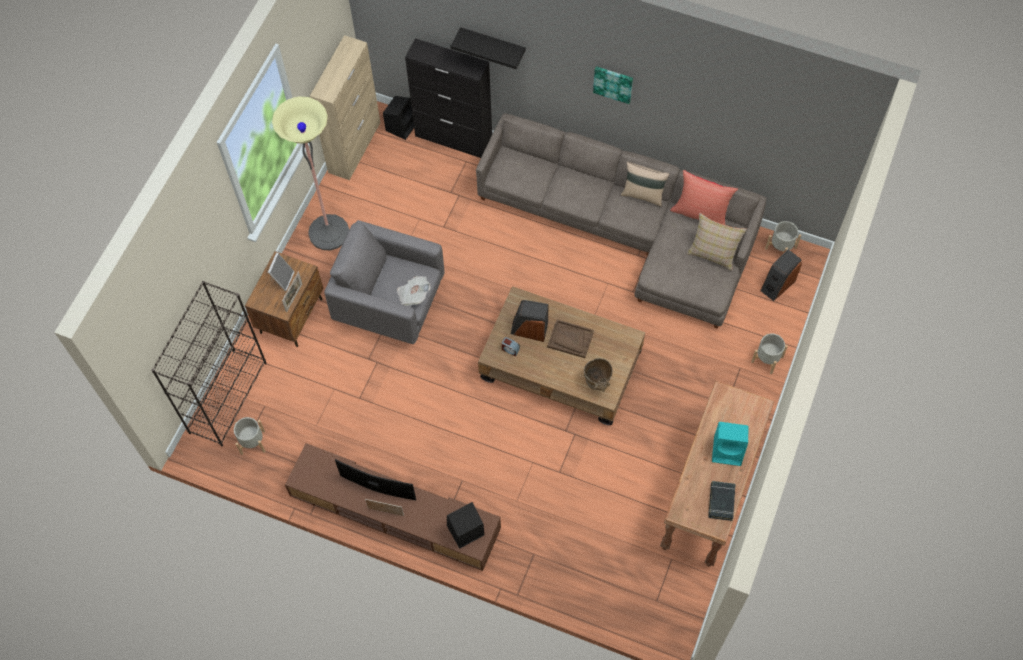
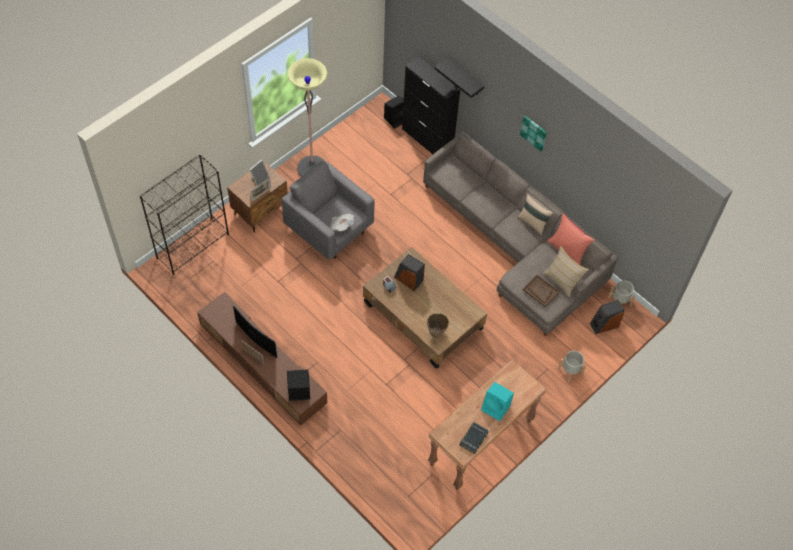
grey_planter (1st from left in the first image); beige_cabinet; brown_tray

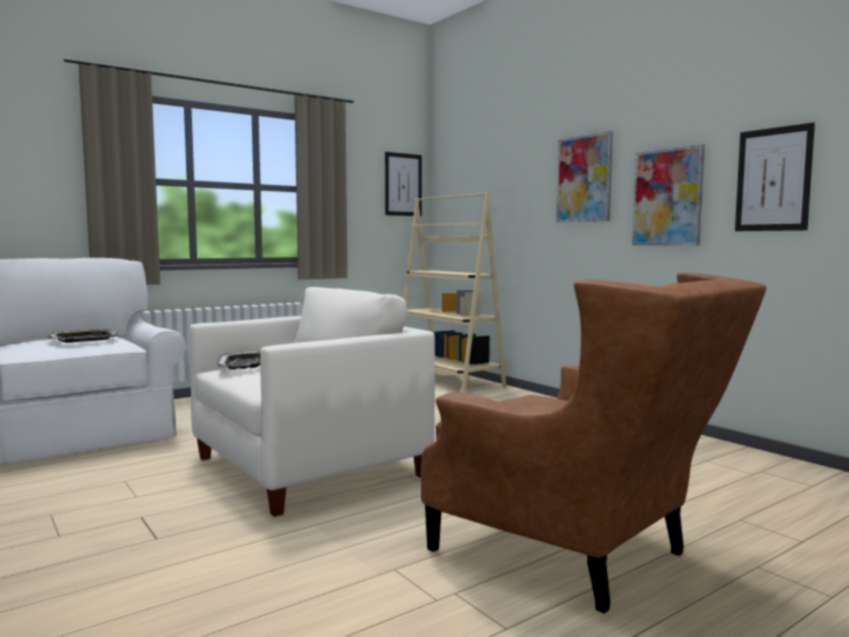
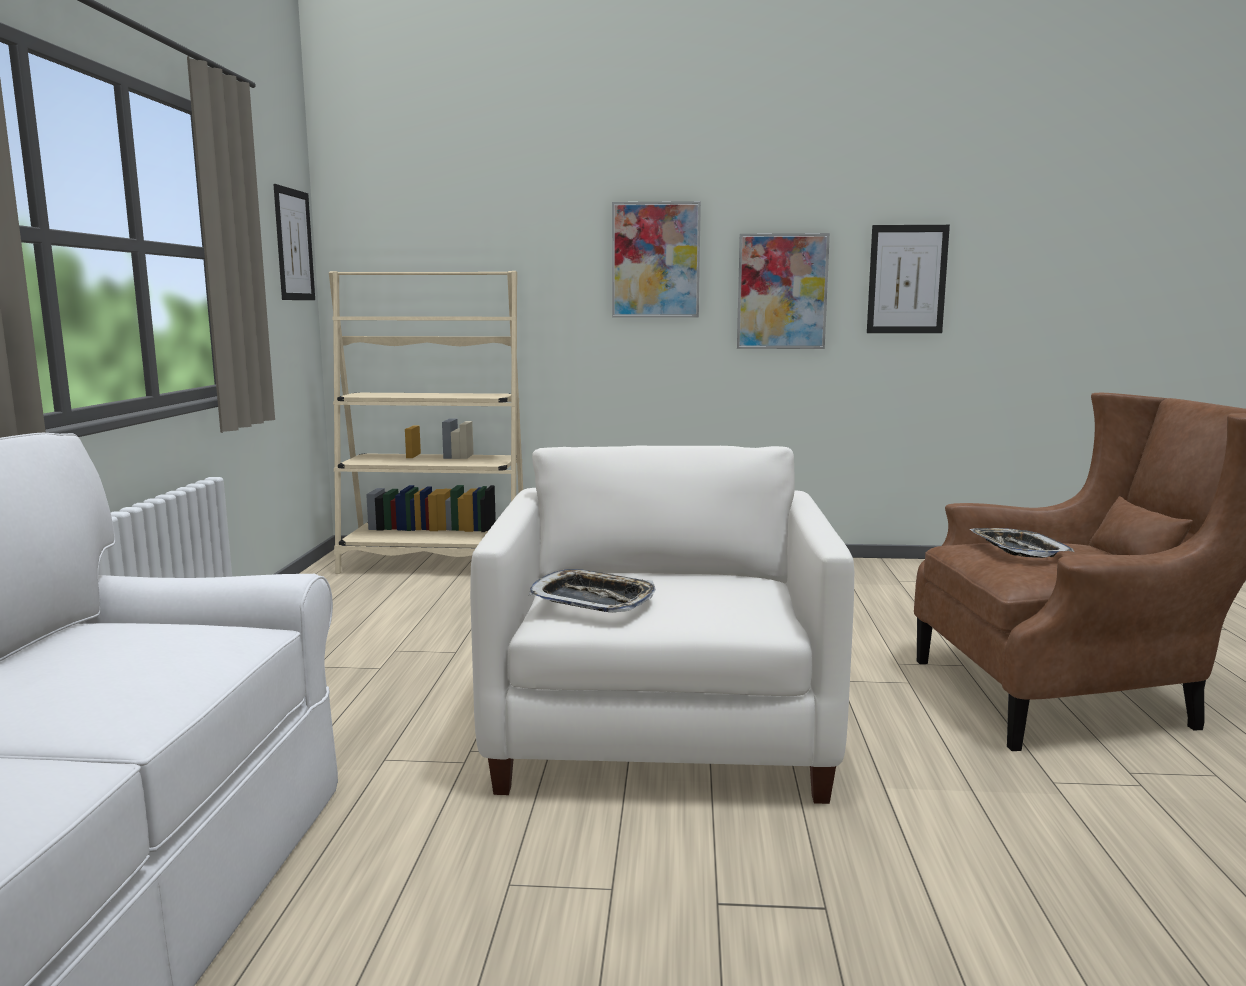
tray (2nd from left)

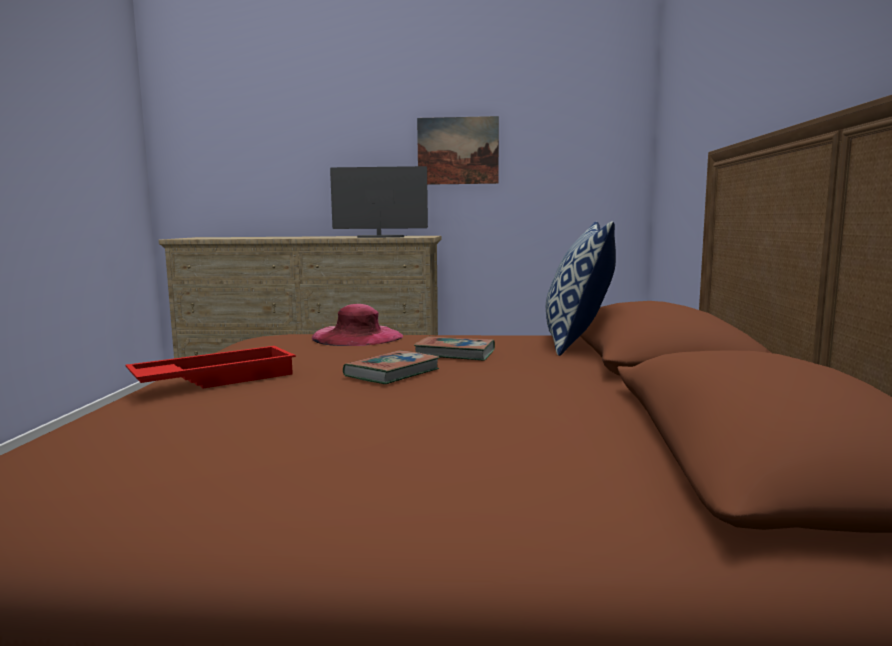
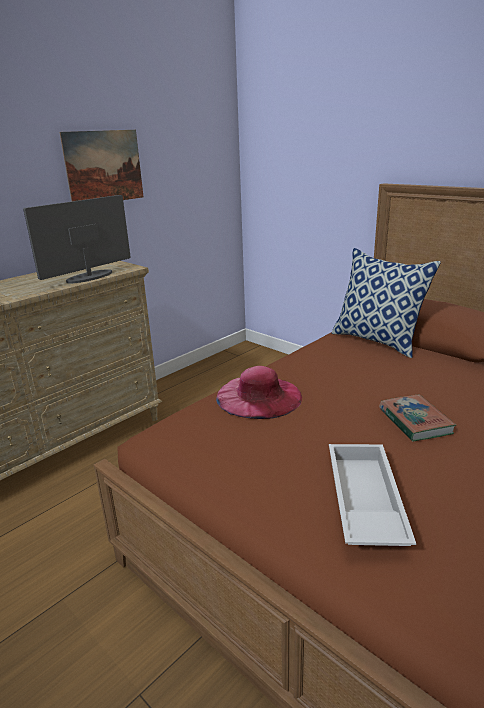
book (2nd from left in the first image); white_tray

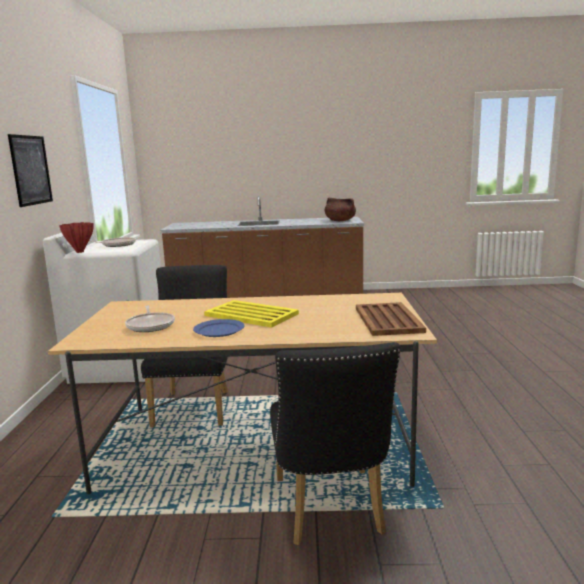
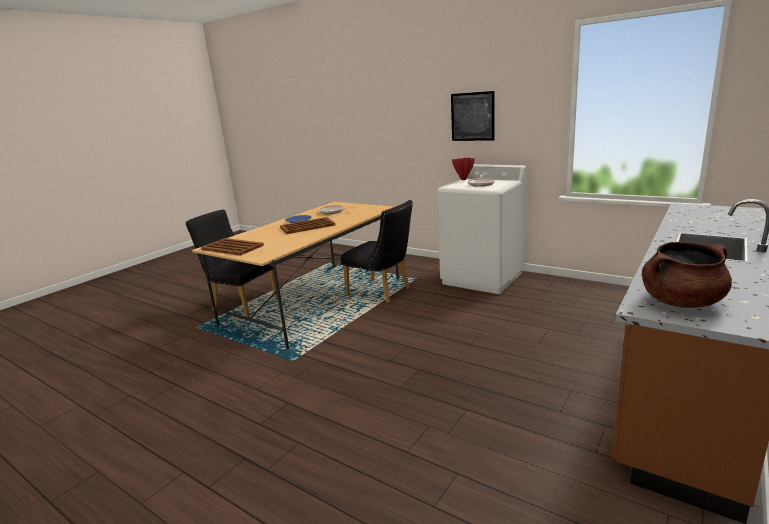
brown_tray (2nd from left)

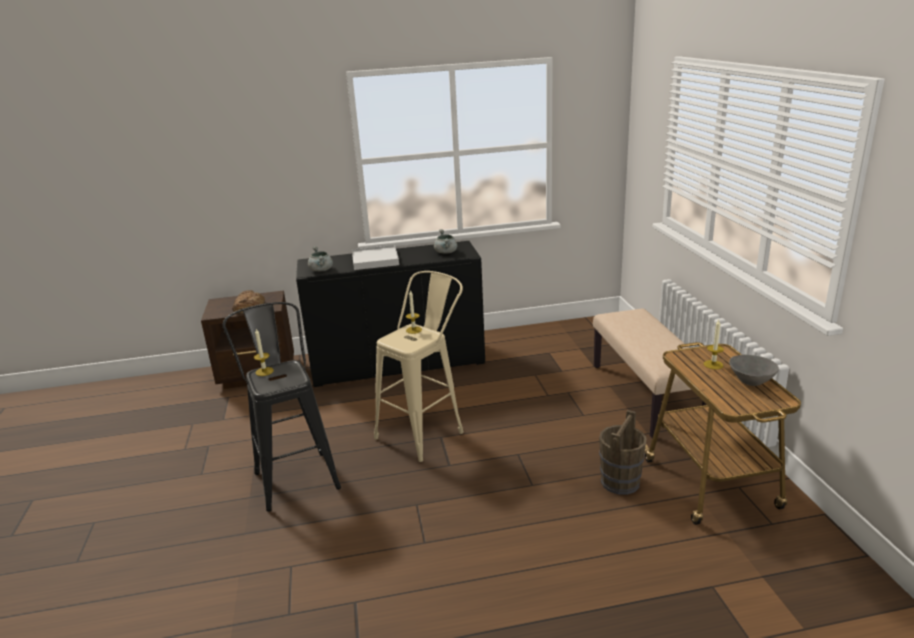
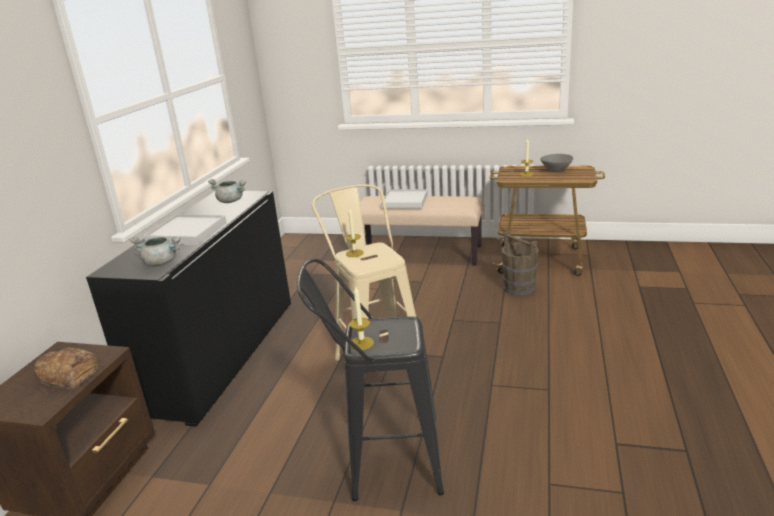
white_tray (2nd from left)

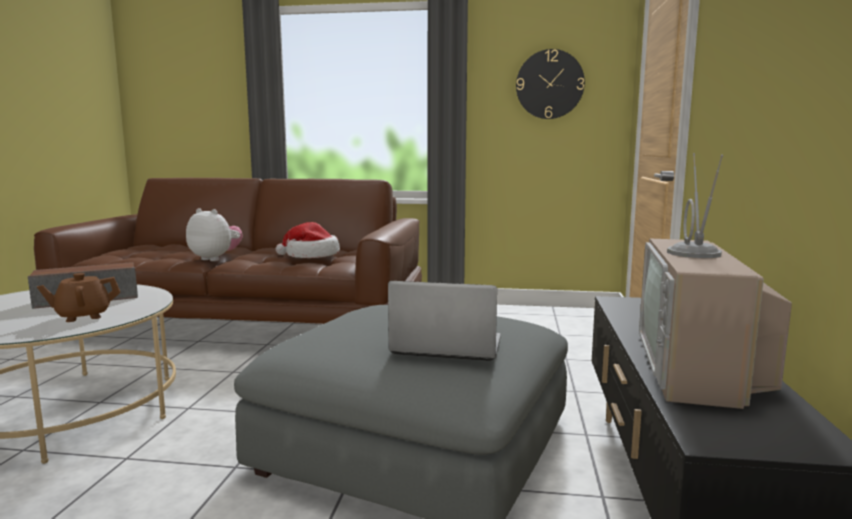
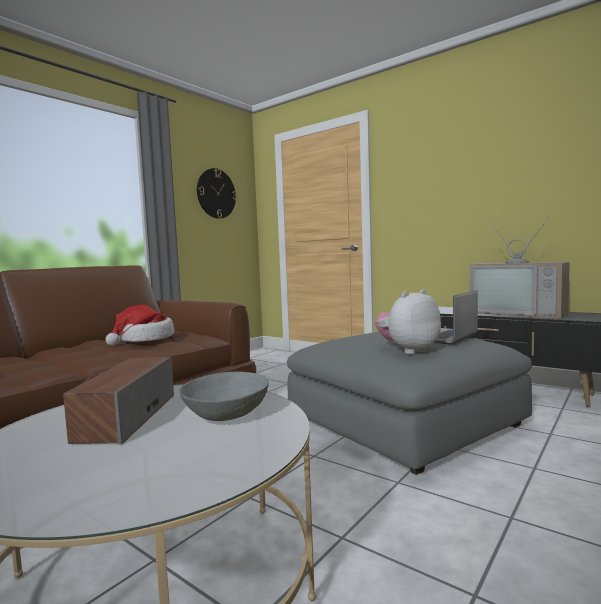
plush_toy; grey_bowl

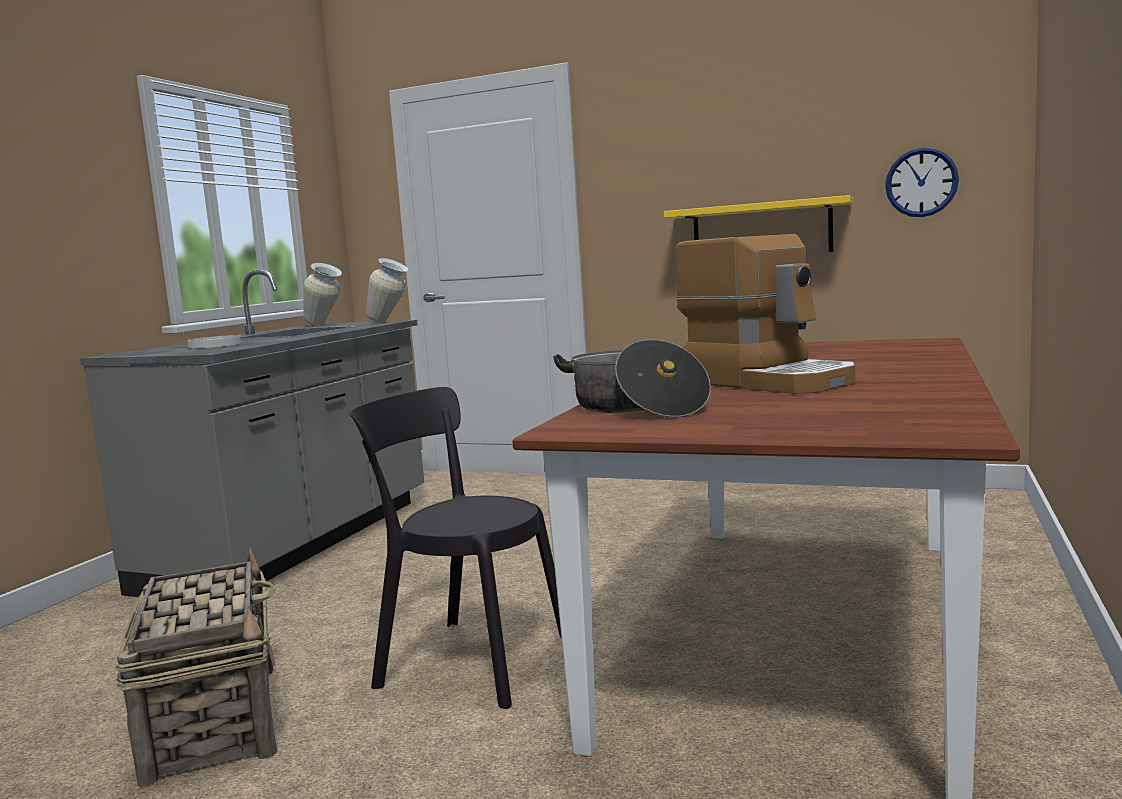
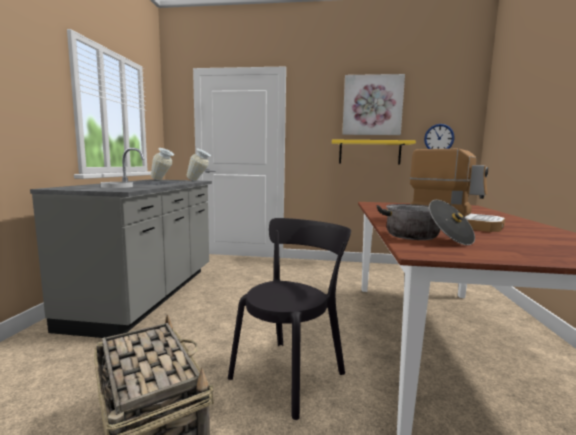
picture; black_chair

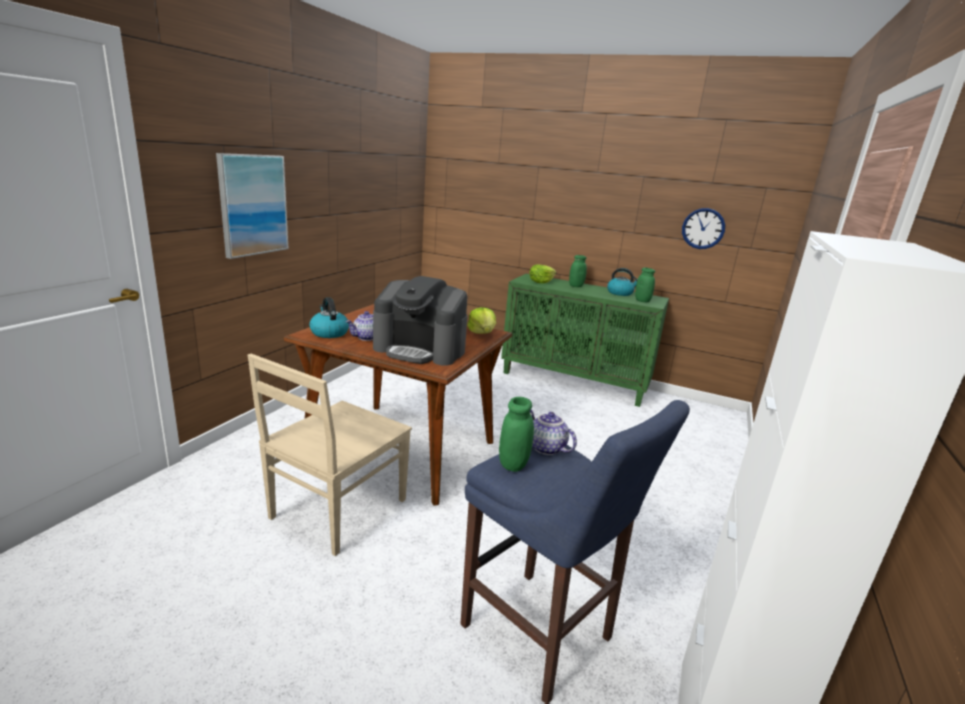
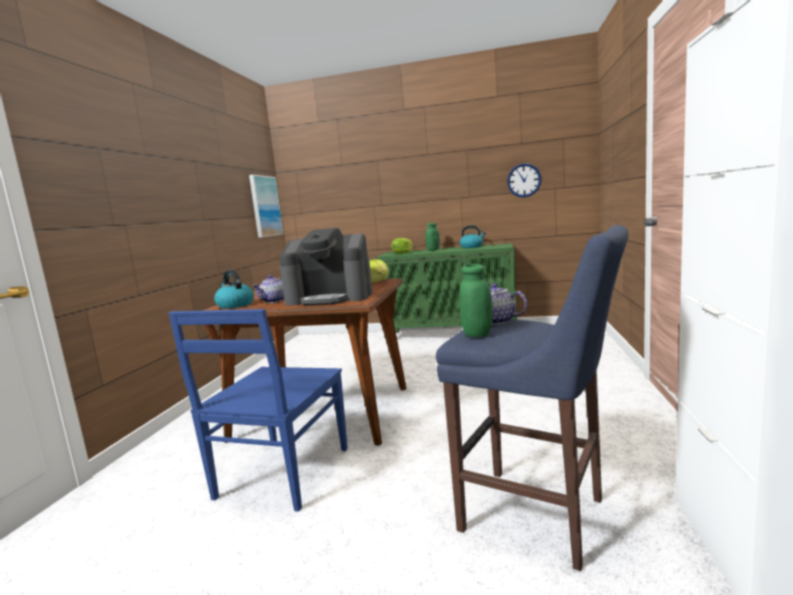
green_jar (3rd from left in the first image); picture; blue_chair

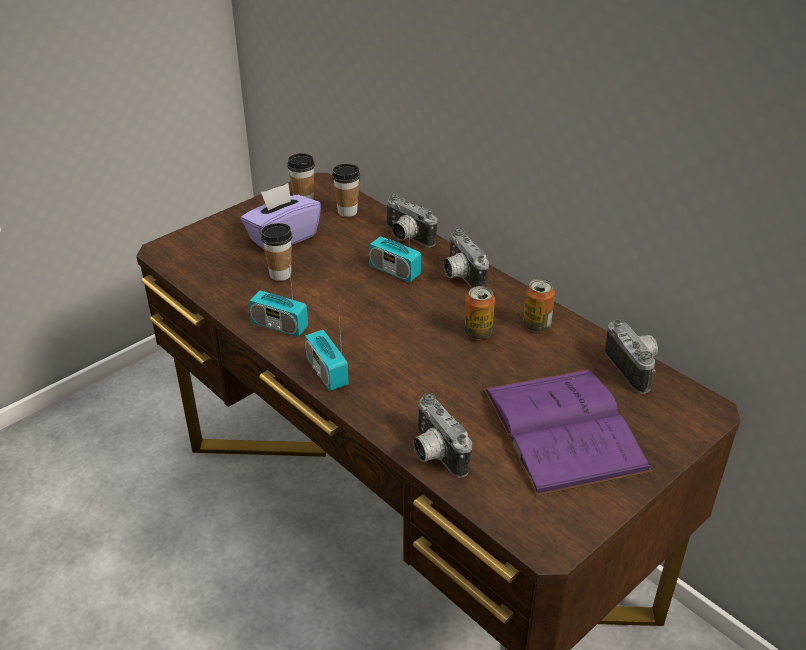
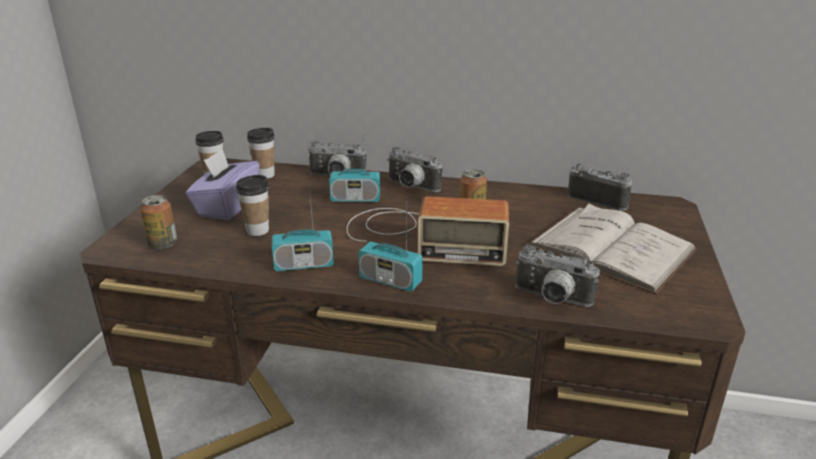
radio (4th from left); can (1st from left); white_book

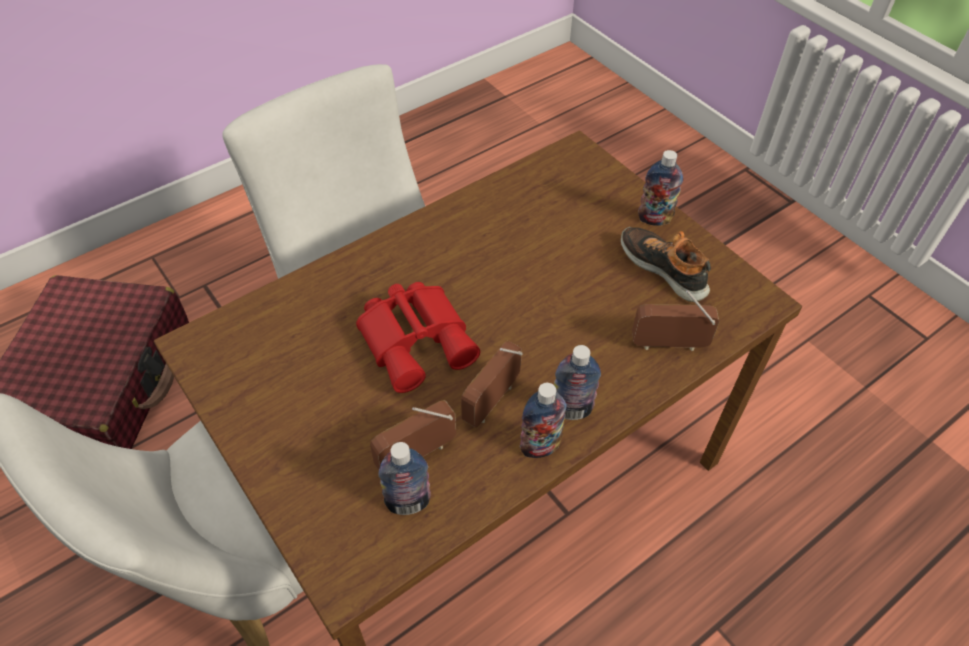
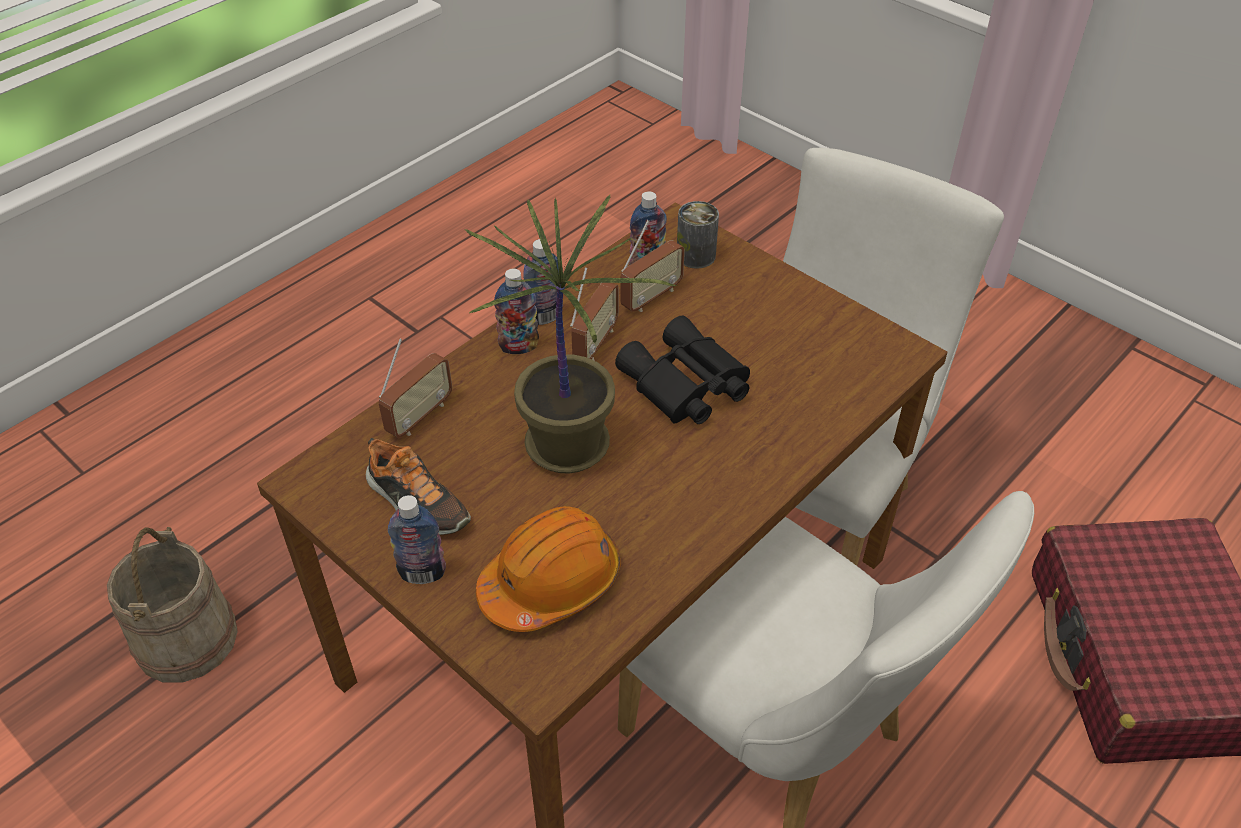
beige_bucket; potted_plant; orange_hard_hat; can; black_binoculars; radio (1st from left)

